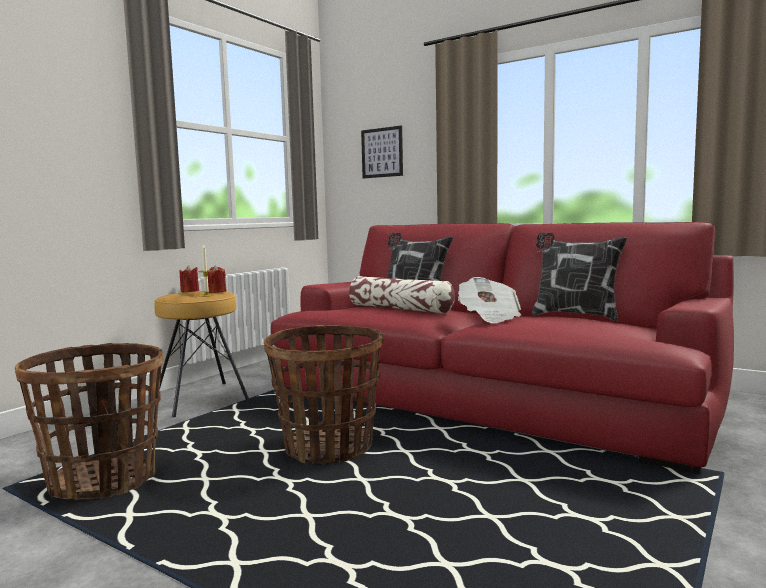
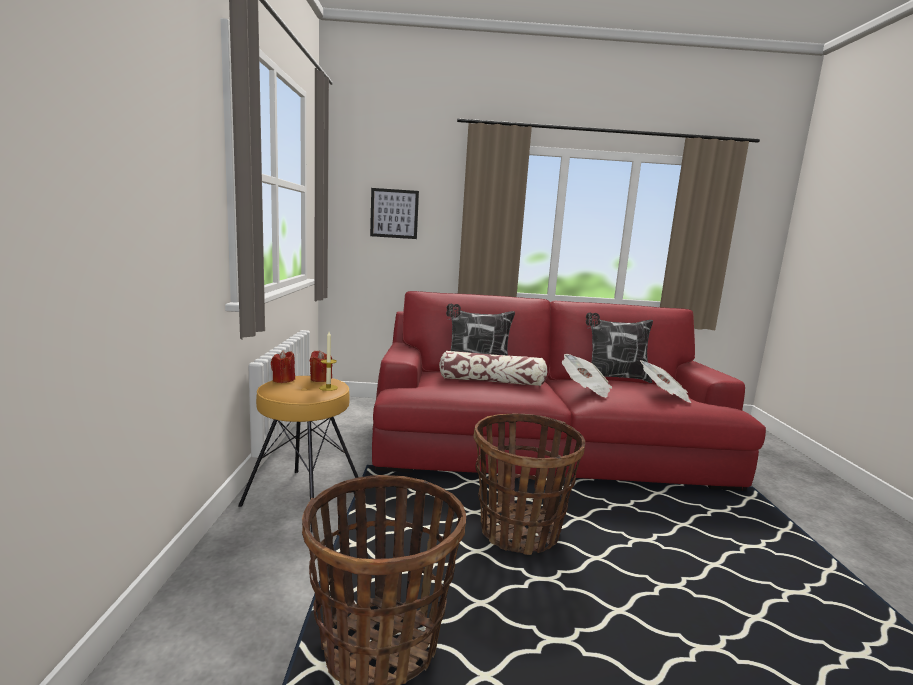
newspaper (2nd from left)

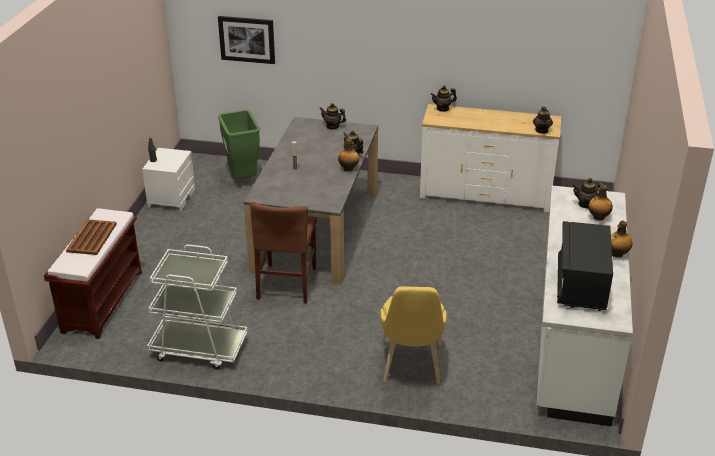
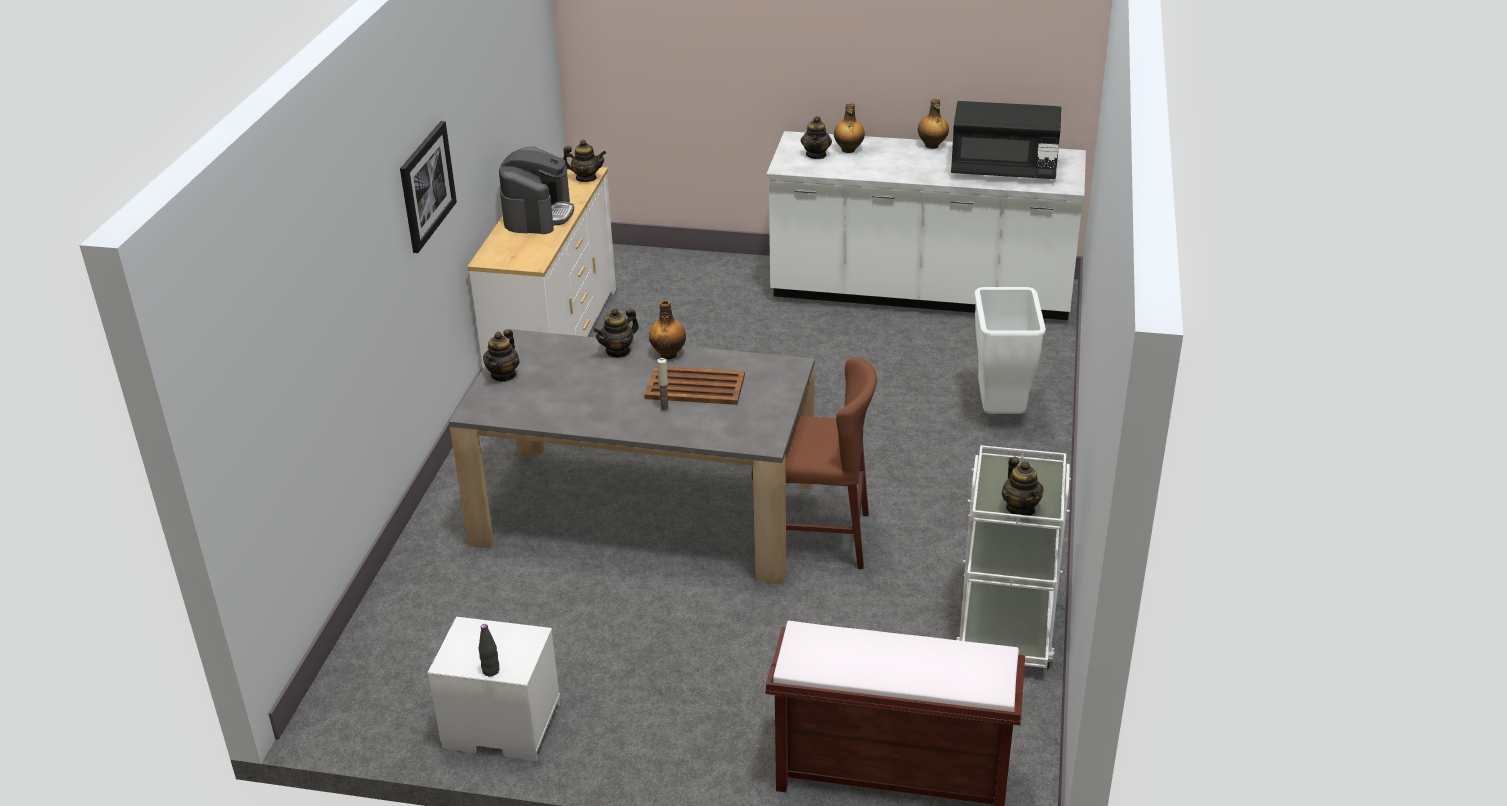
green_trash_can; coffee_machine; brown_tray; picture; teapot (5th from left); white_trash_can

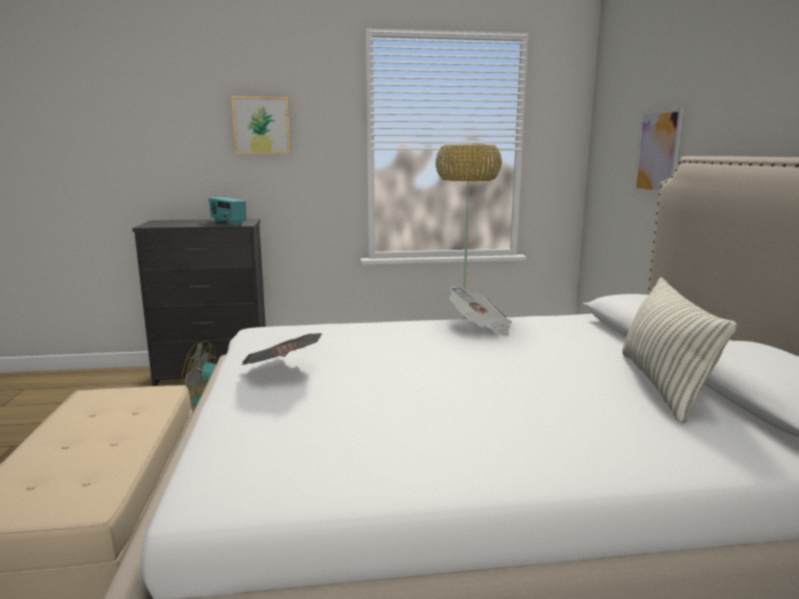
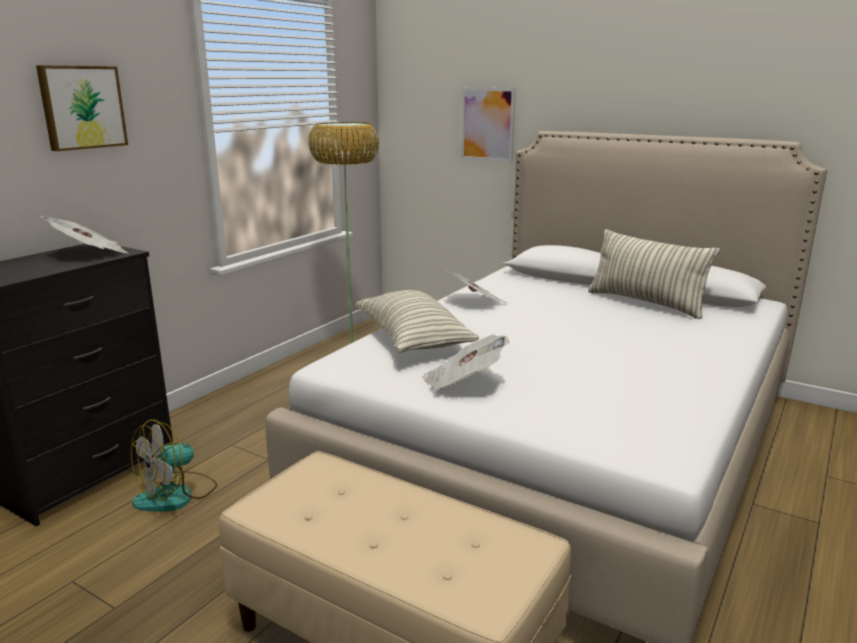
pillow (1st from left); newspaper (1st from left)

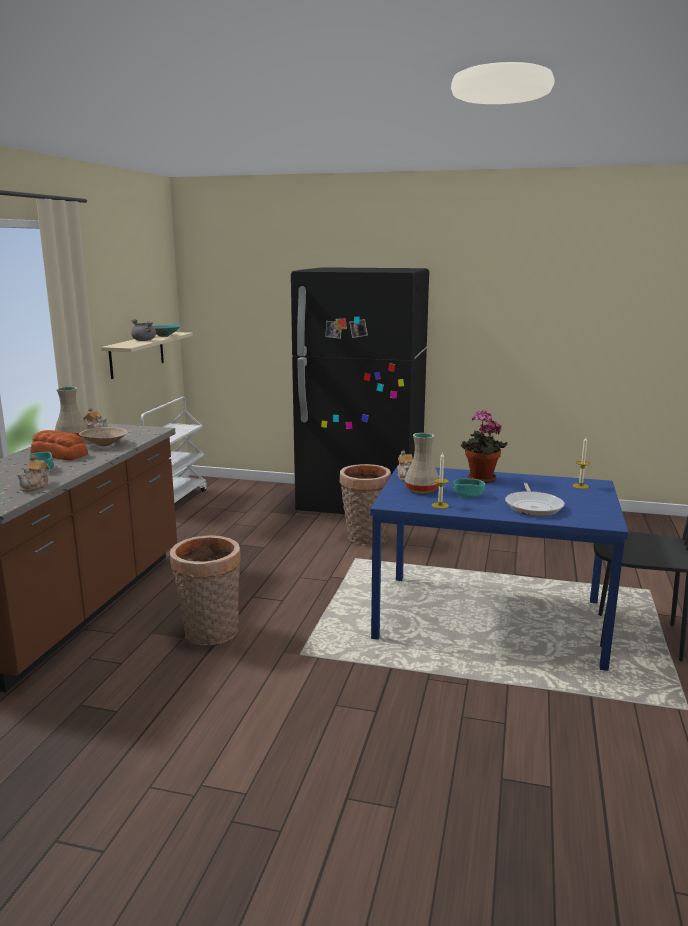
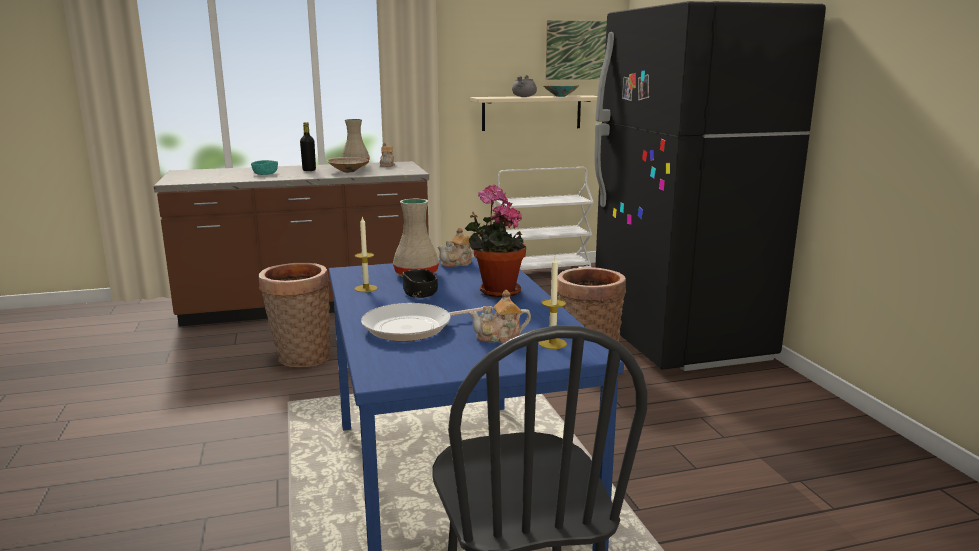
picture; teapot (3rd from left); black_bottle; black_bowl

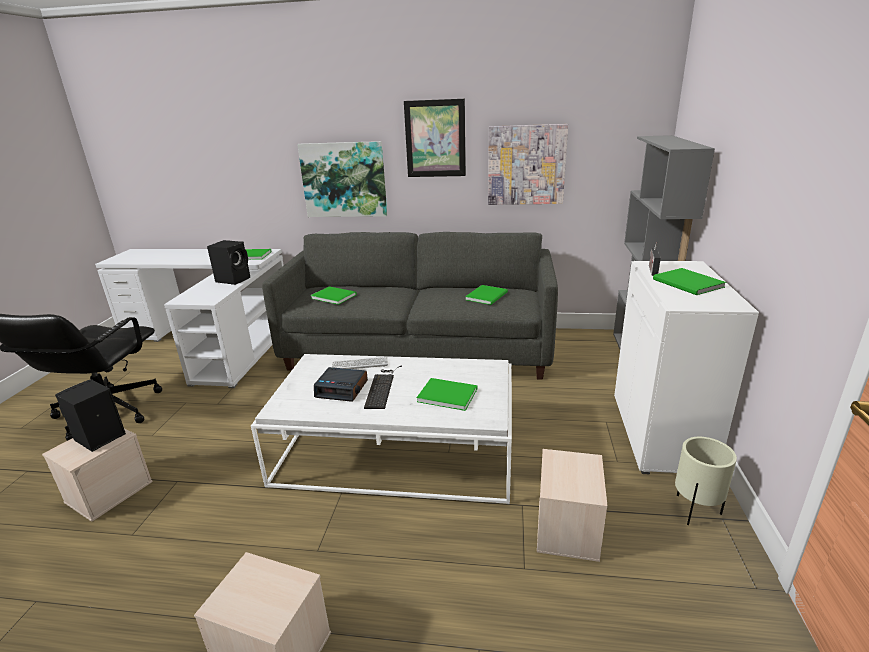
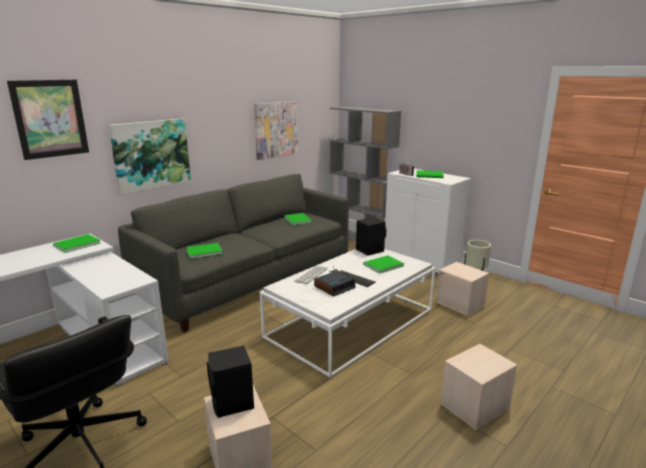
black_speaker (2nd from left); picture (1st from left)

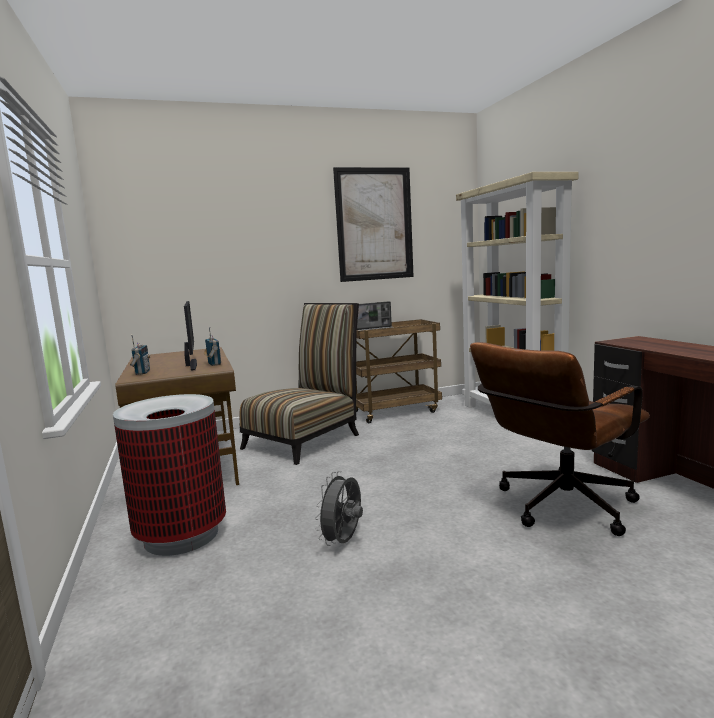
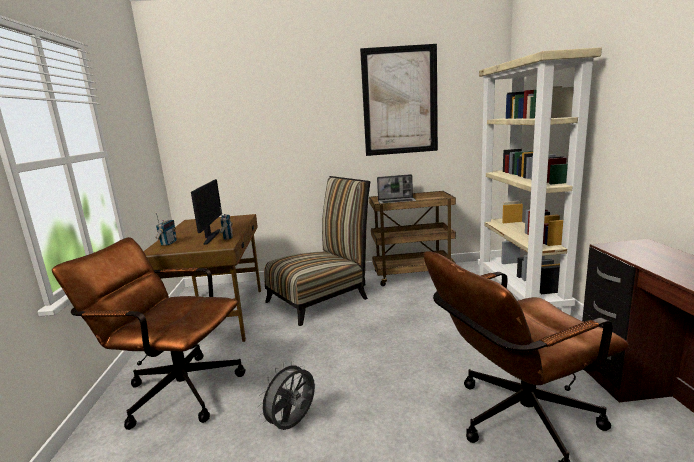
brown_office_chair (1st from left)

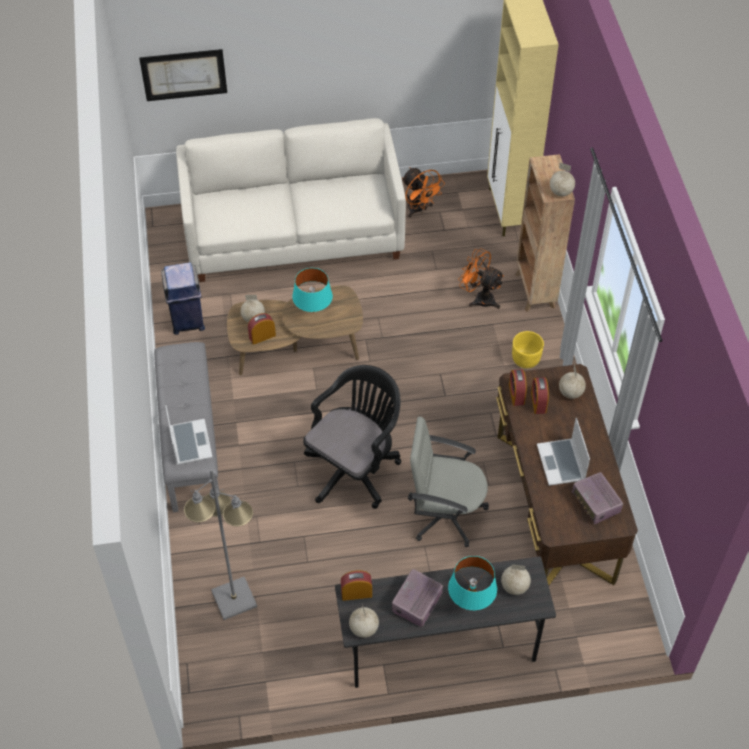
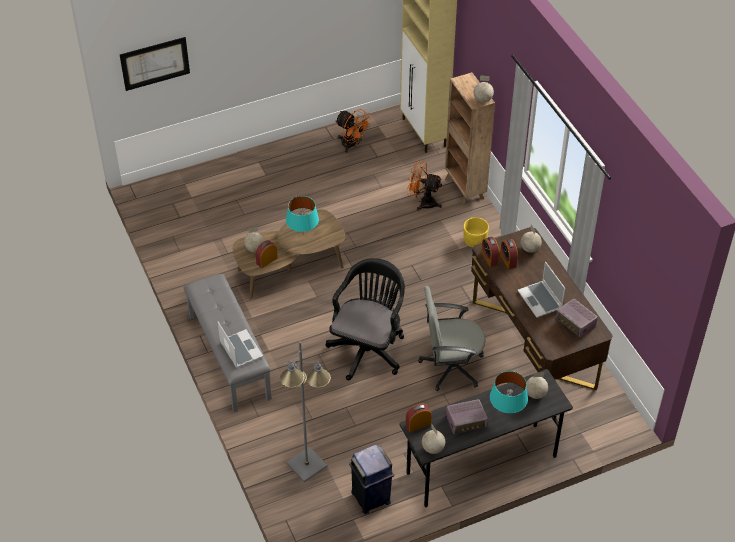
white_sofa; blue_trash_can; radio (1st from left)

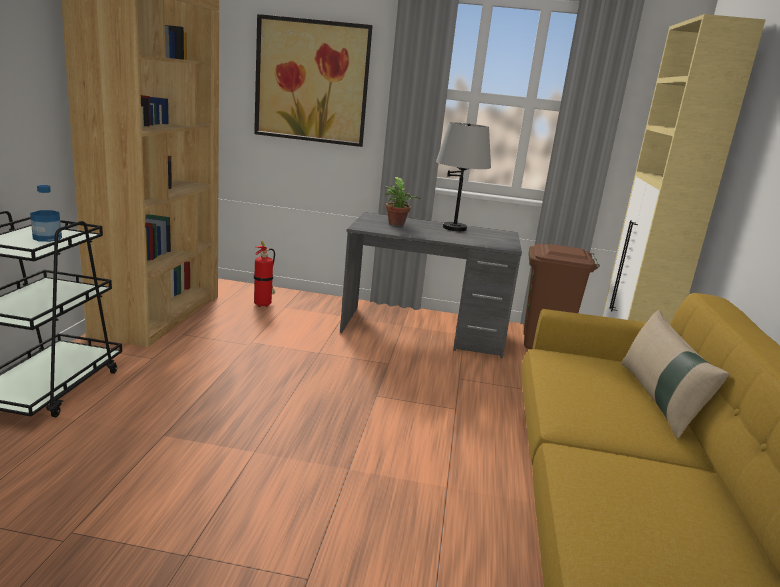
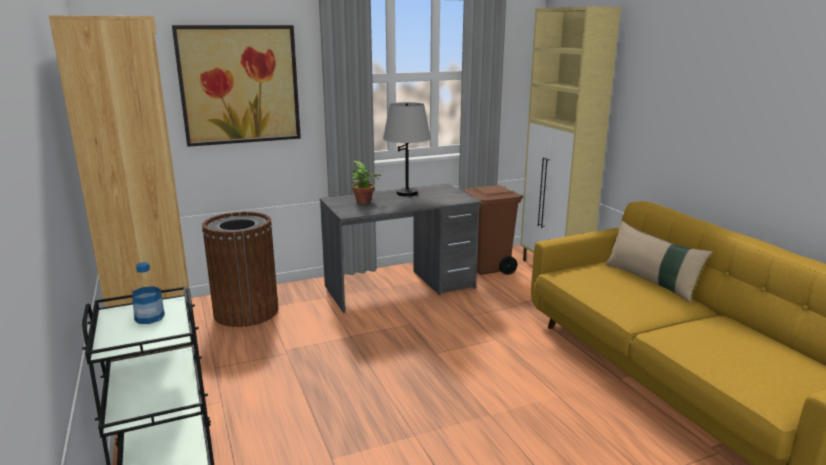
brown_trash_can (1st from left)

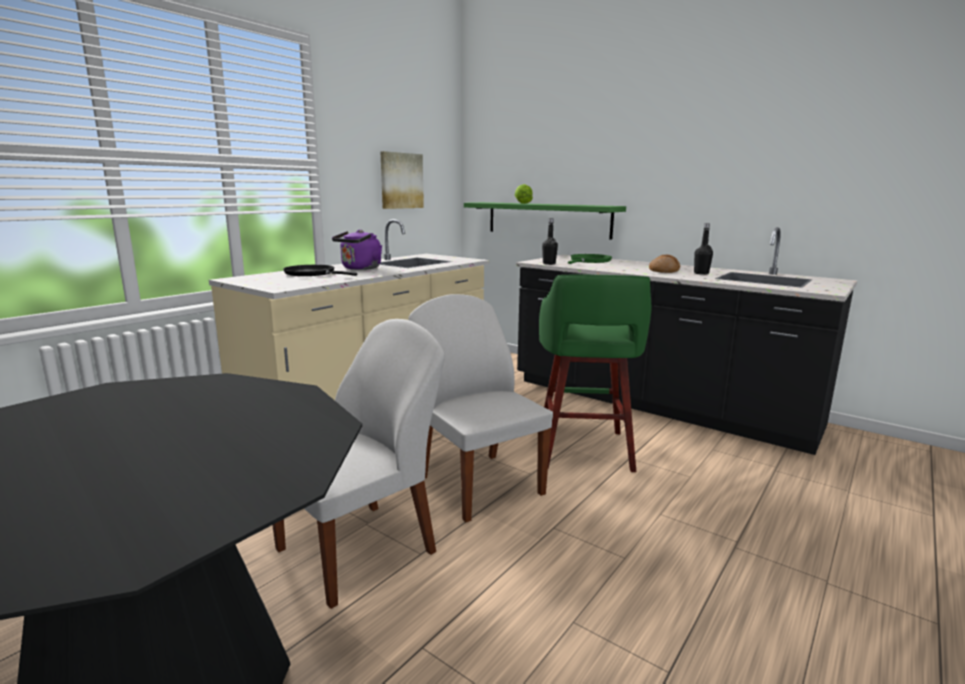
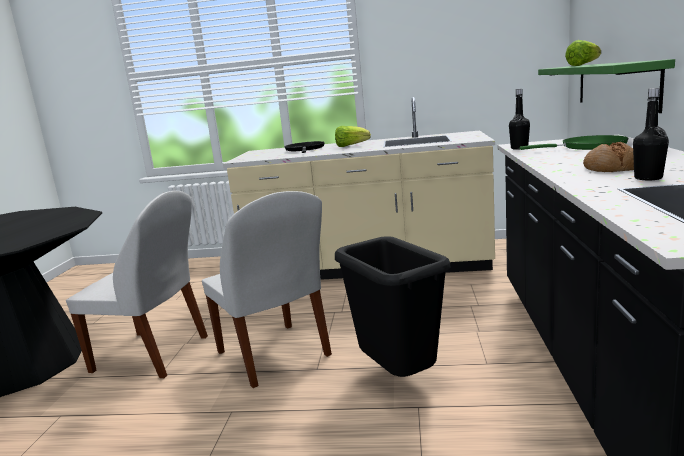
picture; lettuce (1st from left); black_trash_can; white_chair (2nd from left)

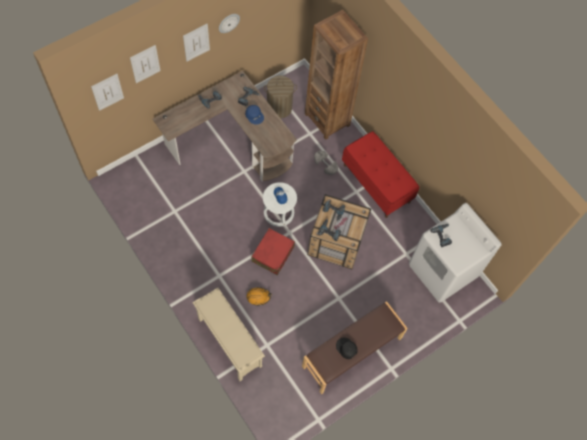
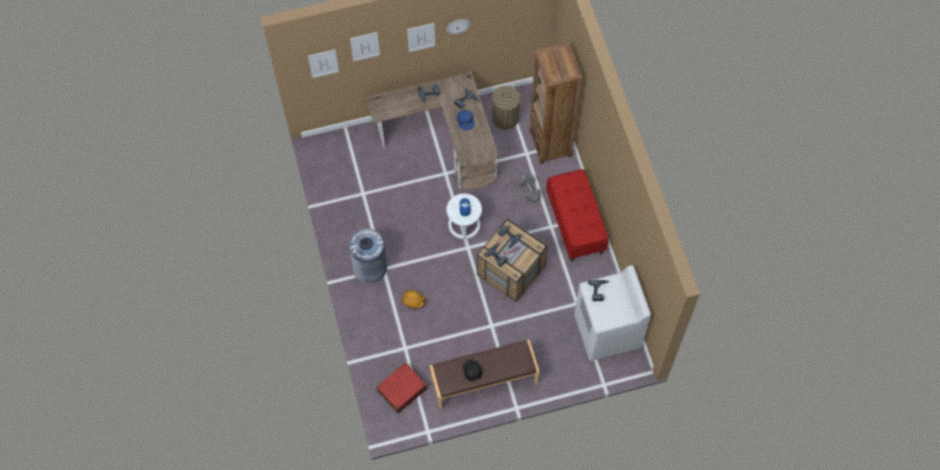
beige_shoe_rack; grey_trash_can; red_suitcase

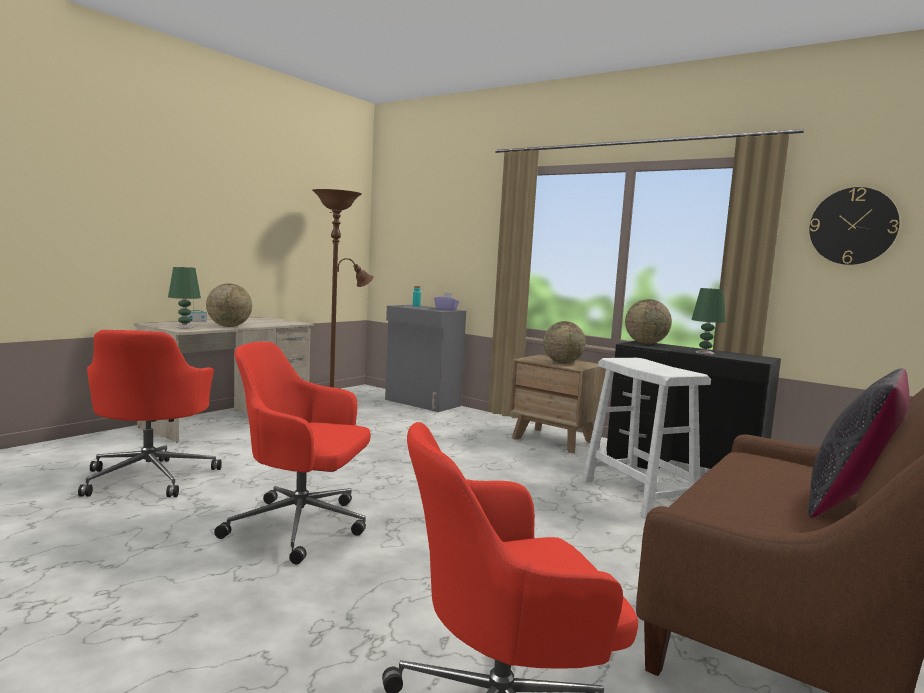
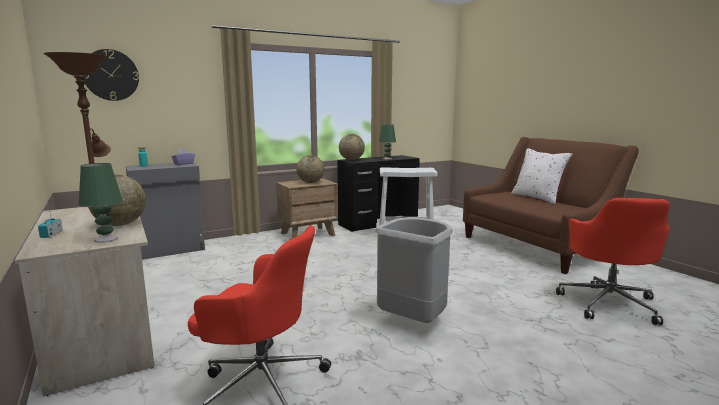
wall_clock; grey_trash_can; white_pillow

